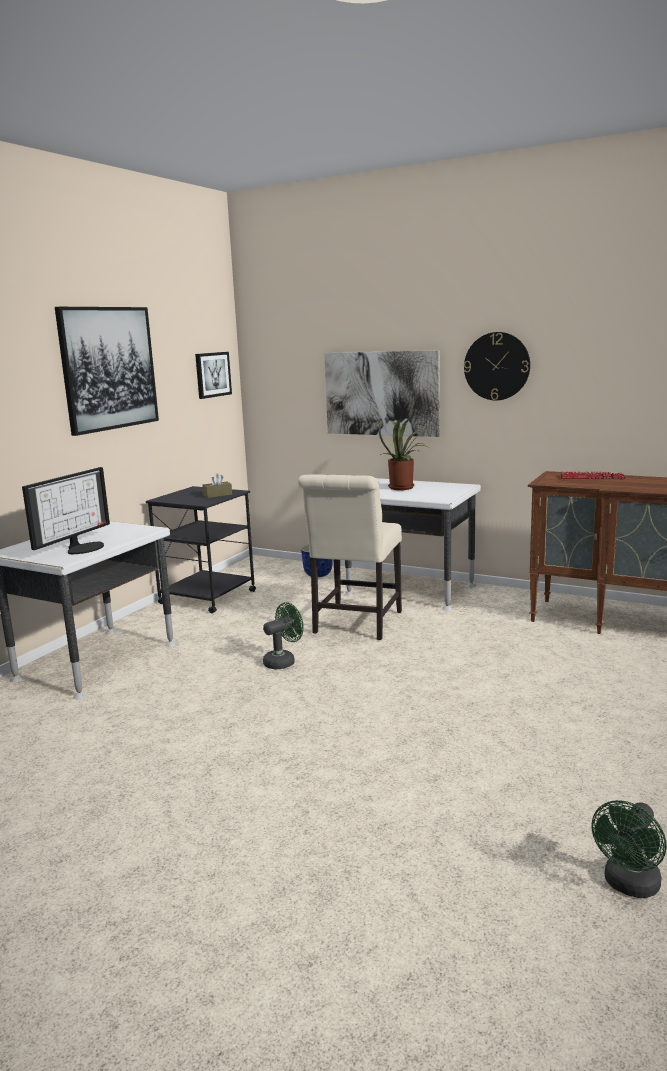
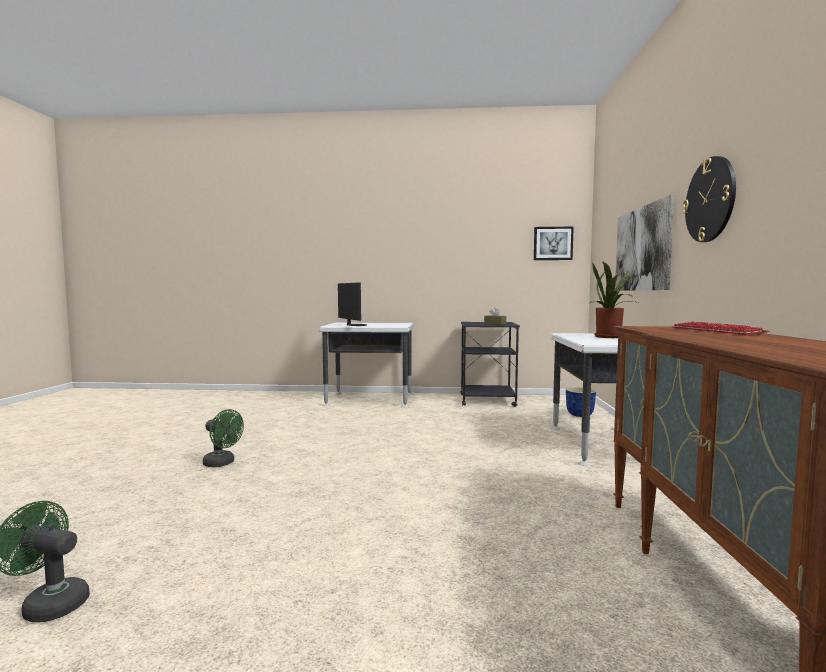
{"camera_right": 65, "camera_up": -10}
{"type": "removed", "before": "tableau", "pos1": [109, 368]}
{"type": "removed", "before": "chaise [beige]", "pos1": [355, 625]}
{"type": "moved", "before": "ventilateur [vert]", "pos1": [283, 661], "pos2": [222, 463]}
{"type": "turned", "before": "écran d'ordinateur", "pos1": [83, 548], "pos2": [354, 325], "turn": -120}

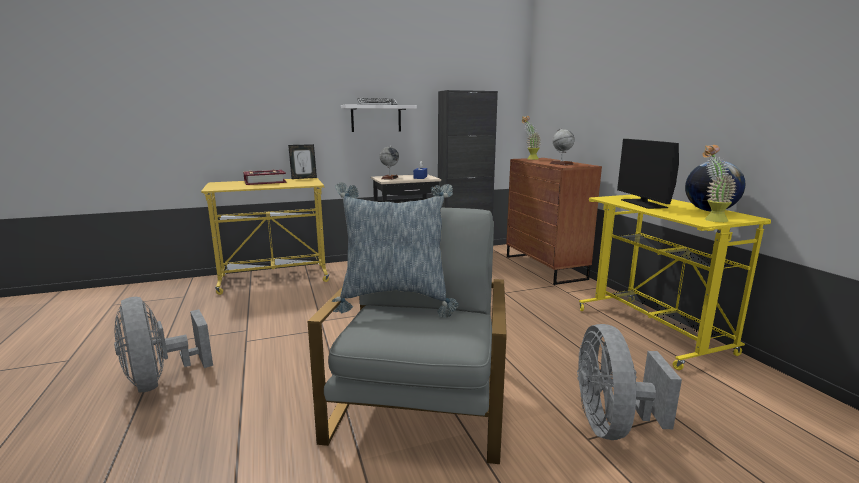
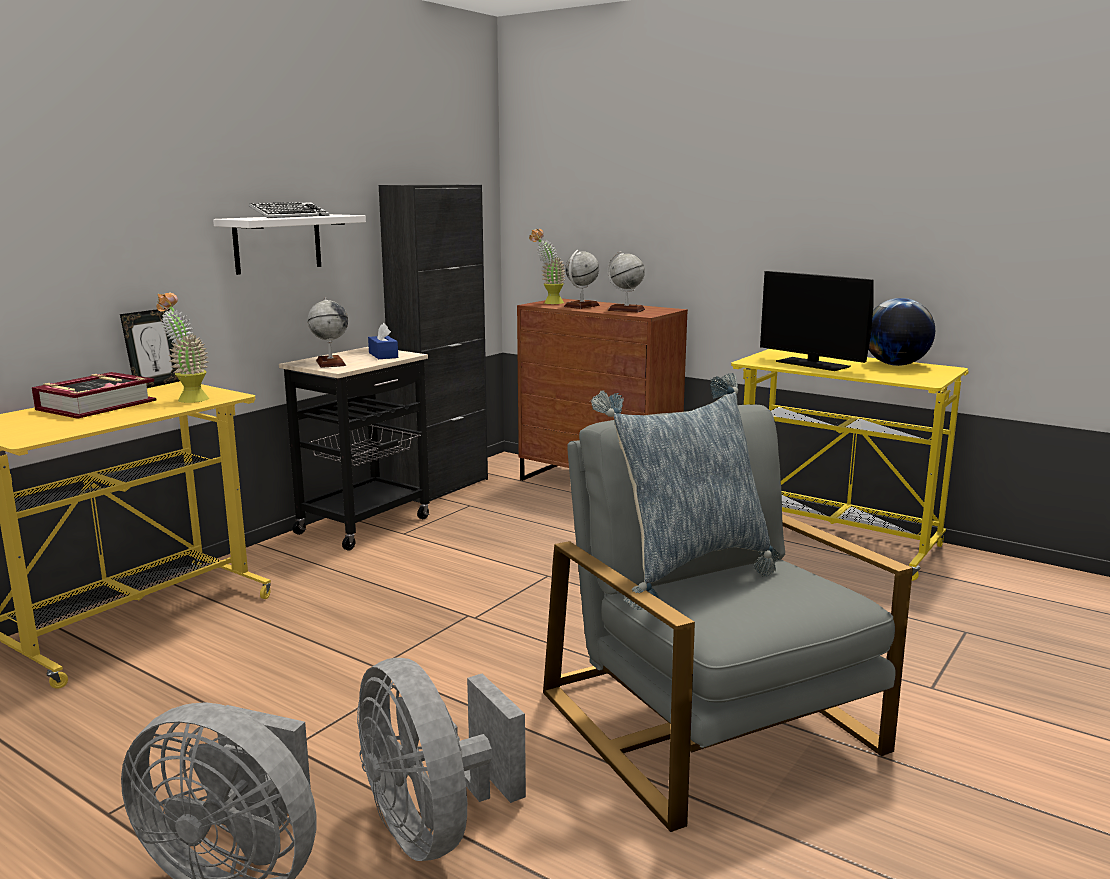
{"camera_right": -35, "camera_up": 0}
{"type": "added", "after": "globe", "pos2": [581, 306]}
{"type": "moved", "before": "ventilateur [gris]", "pos1": [612, 424], "pos2": [433, 827]}
{"type": "moved", "before": "plante en pot", "pos1": [710, 219], "pos2": [187, 399]}

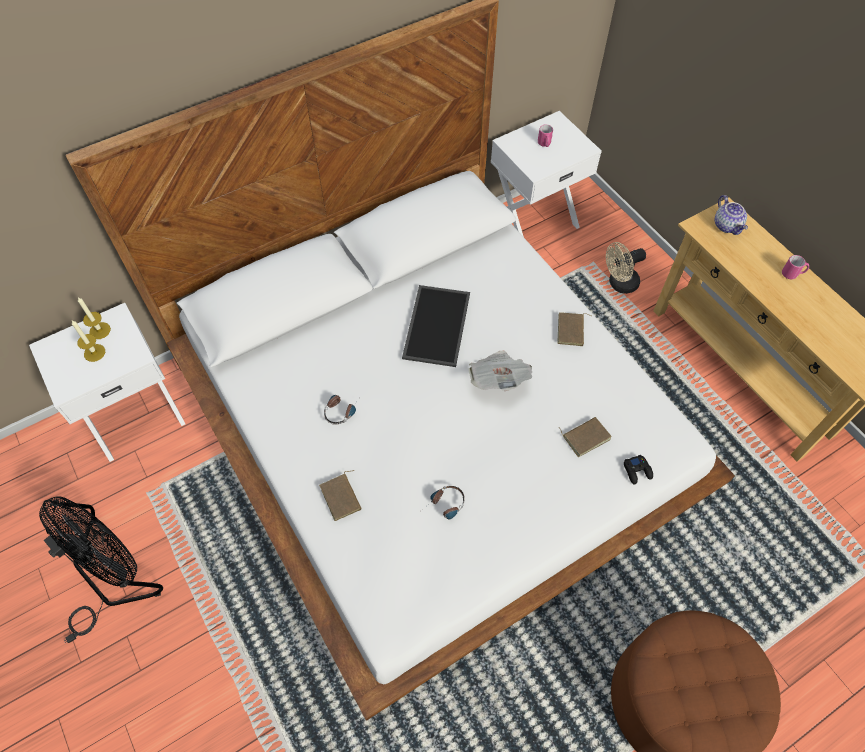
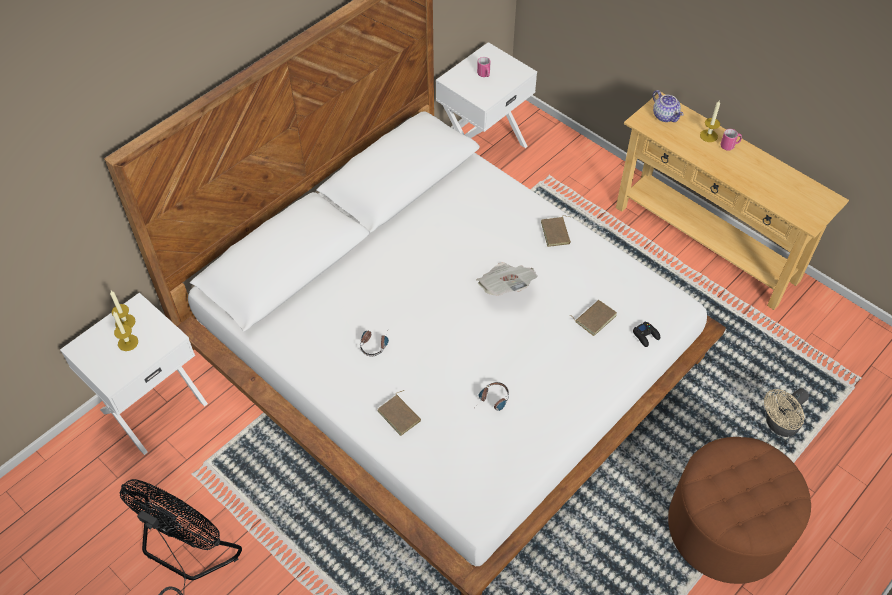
{"camera_right": -15, "camera_up": -5}
{"type": "removed", "before": "plateau", "pos1": [435, 324]}
{"type": "added", "after": "bougie", "pos2": [708, 136]}
{"type": "moved", "before": "ventilateur [beige]", "pos1": [619, 284], "pos2": [779, 426]}

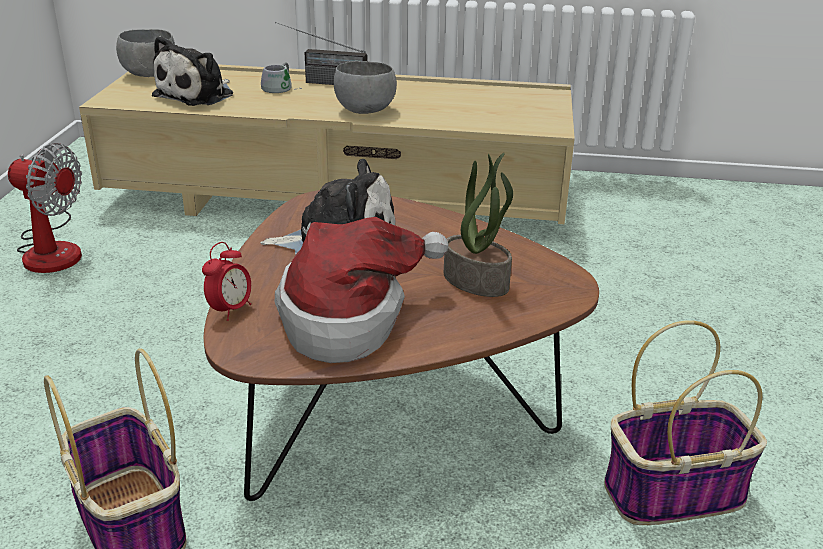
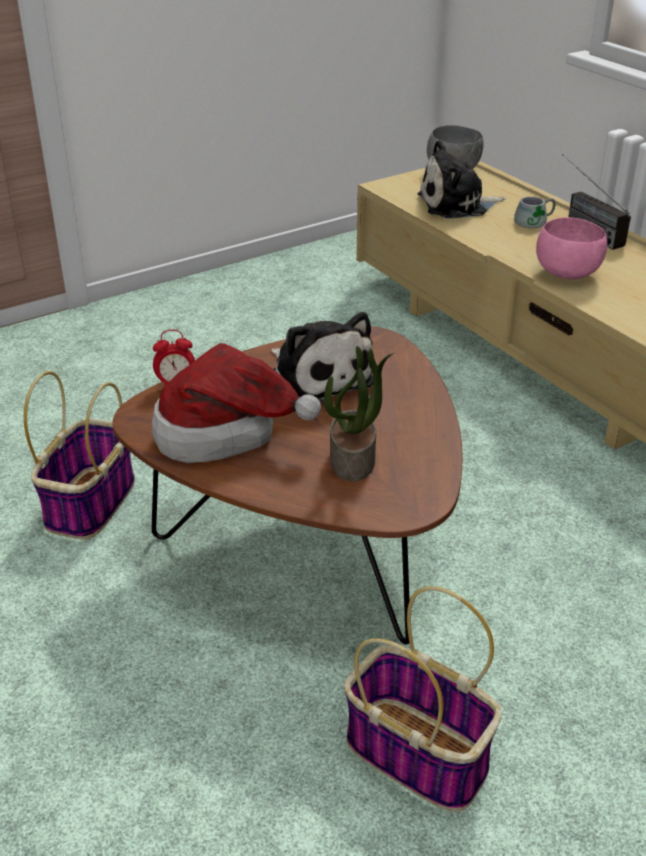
{"camera_right": 50, "camera_up": 5}
{"type": "removed", "before": "ventilateur", "pos1": [52, 249]}
{"type": "recoloured", "before": "bol [gris]", "after": "bol [rose]", "pos1": [363, 111], "pos2": [566, 273]}

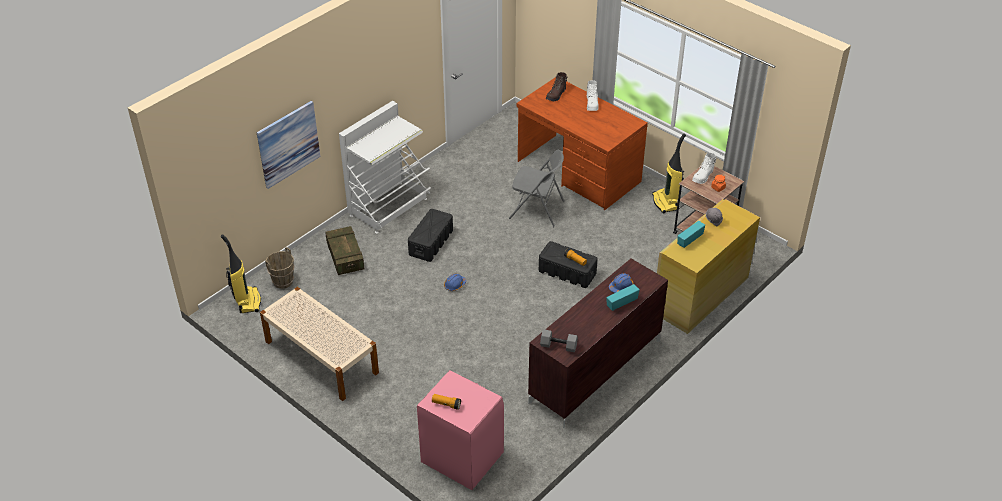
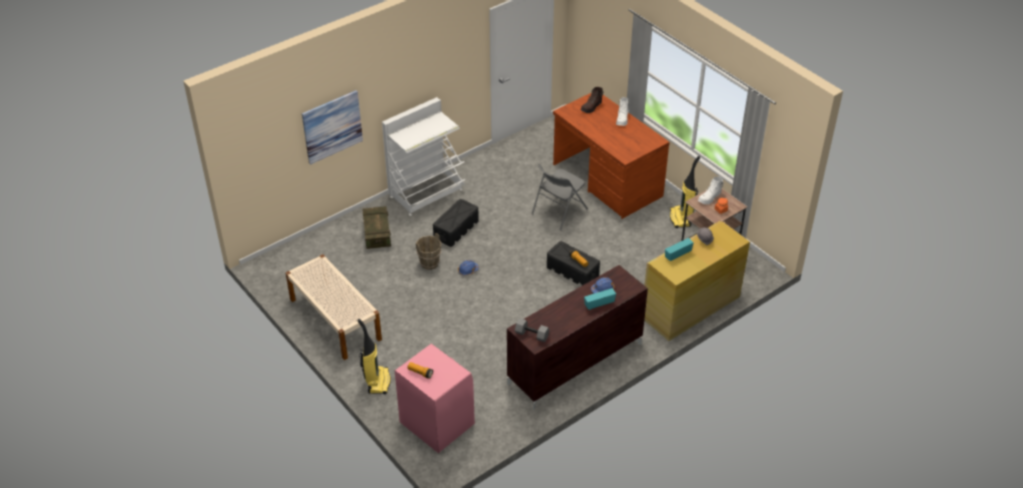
{"camera_right": 10, "camera_up": 0}
{"type": "moved", "before": "aspirateur", "pos1": [247, 301], "pos2": [377, 381]}
{"type": "moved", "before": "seau [marron]", "pos1": [283, 282], "pos2": [429, 263]}
{"type": "turned", "before": "chaise [gris]", "pos1": [536, 210], "pos2": [559, 211], "turn": 105}

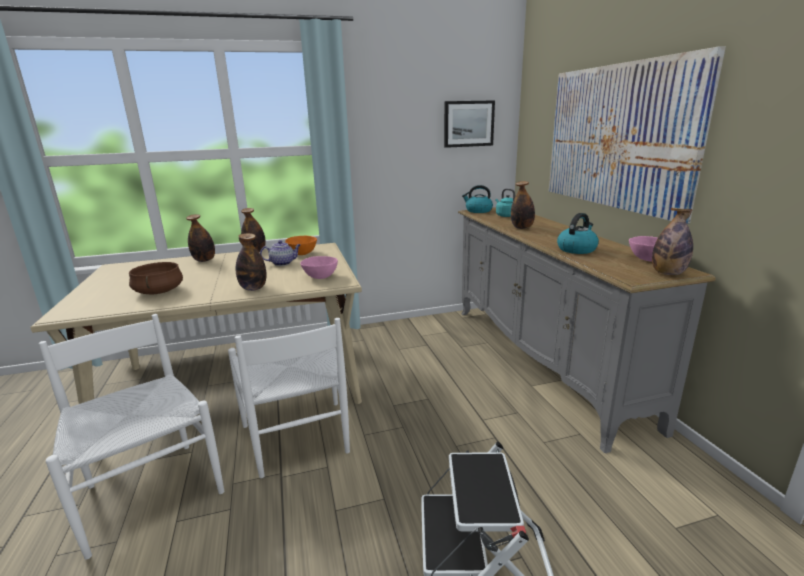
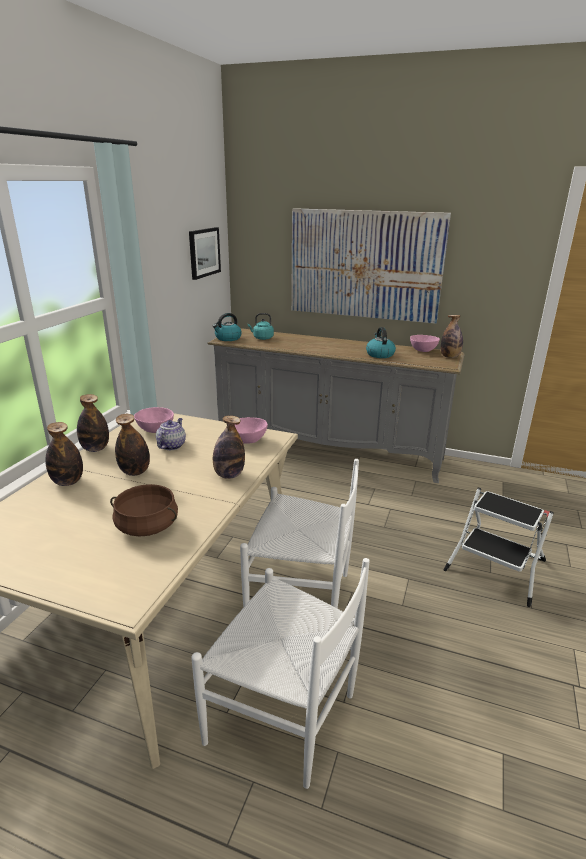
{"camera_right": -55, "camera_up": 5}
{"type": "moved", "before": "bouteille", "pos1": [522, 228], "pos2": [135, 472]}
{"type": "recoloured", "before": "bol [orange]", "after": "bol [rose]", "pos1": [302, 253], "pos2": [155, 430]}
{"type": "turned", "before": "chaise [blanc]", "pos1": [150, 491], "pos2": [284, 715], "turn": -150}

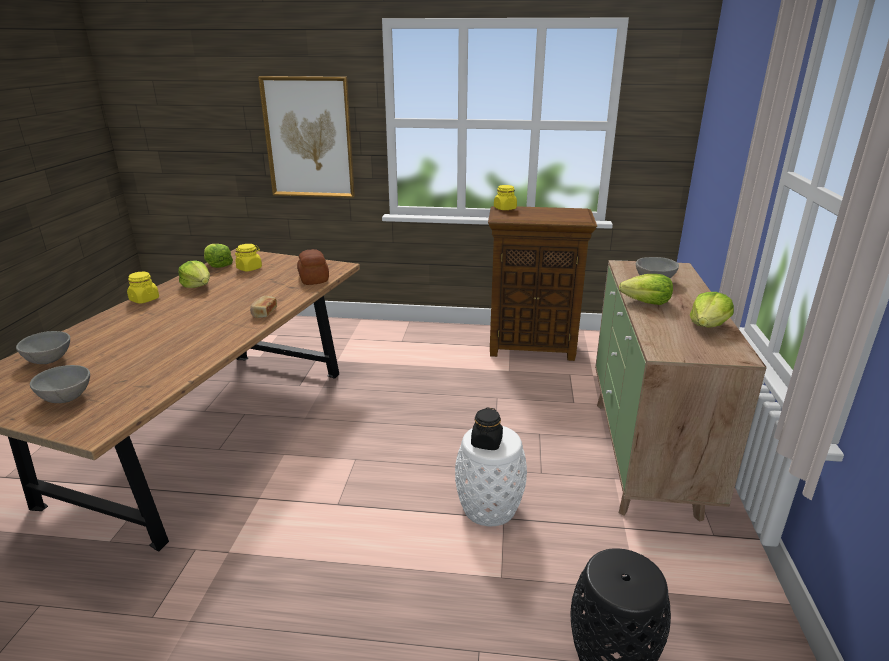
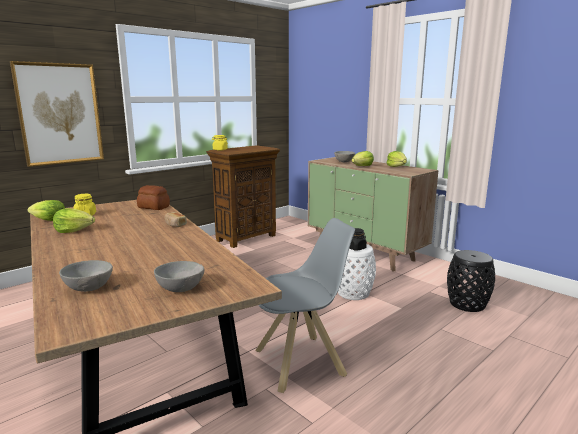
{"camera_right": -50, "camera_up": -10}
{"type": "removed", "before": "bocal [jaune]", "pos1": [144, 299]}
{"type": "added", "after": "chaise [gris]", "pos2": [302, 361]}

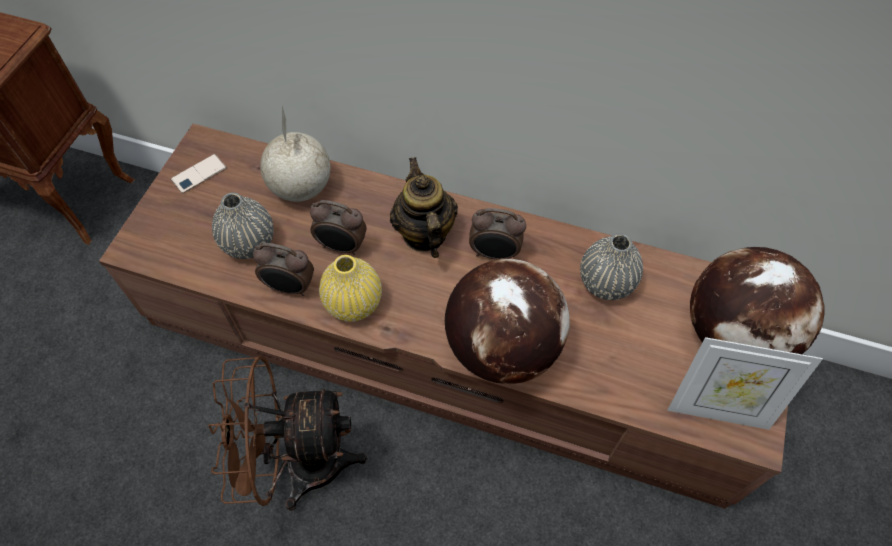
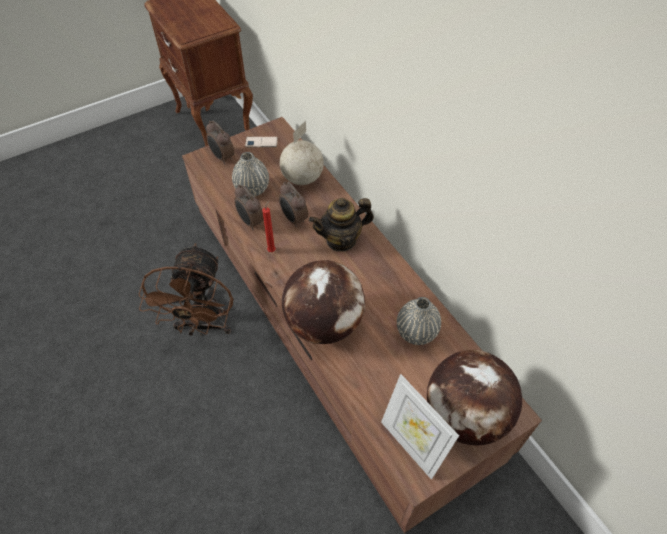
{"camera_right": 40, "camera_up": -5}
{"type": "moved", "before": "réveil", "pos1": [494, 254], "pos2": [222, 157]}
{"type": "replaced", "before": "vase [jaune]", "after": "bougie [rouge]", "pos1": [353, 303], "pos2": [272, 250]}
{"type": "turned", "before": "ventilateur [marron]", "pos1": [299, 464], "pos2": [203, 325], "turn": -120}
{"type": "turned", "before": "théière", "pos1": [424, 234], "pos2": [341, 240], "turn": -135}

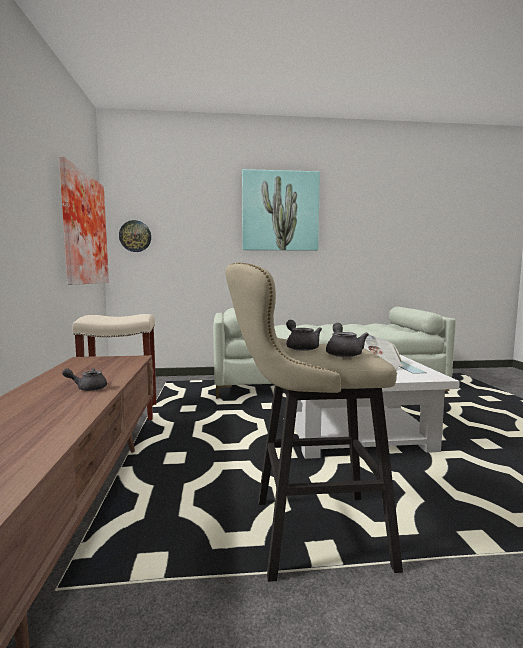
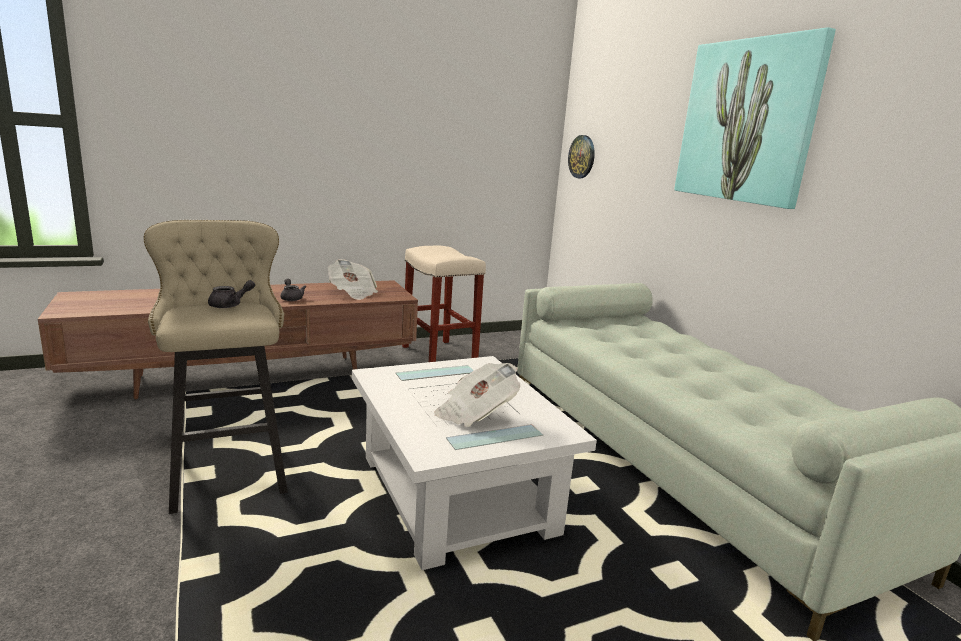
{"camera_right": 70, "camera_up": 10}
{"type": "removed", "before": "tableau", "pos1": [81, 229]}
{"type": "removed", "before": "théière [gris]", "pos1": [343, 353]}
{"type": "added", "after": "journal", "pos2": [352, 293]}

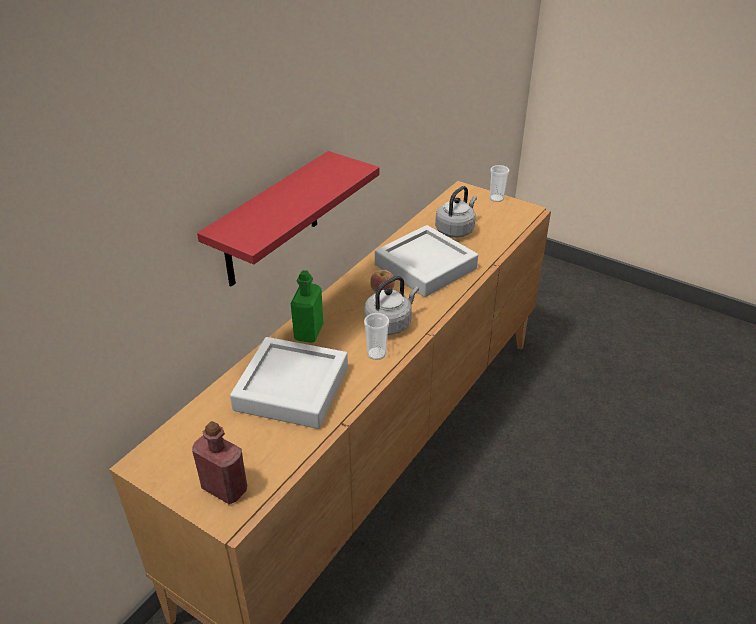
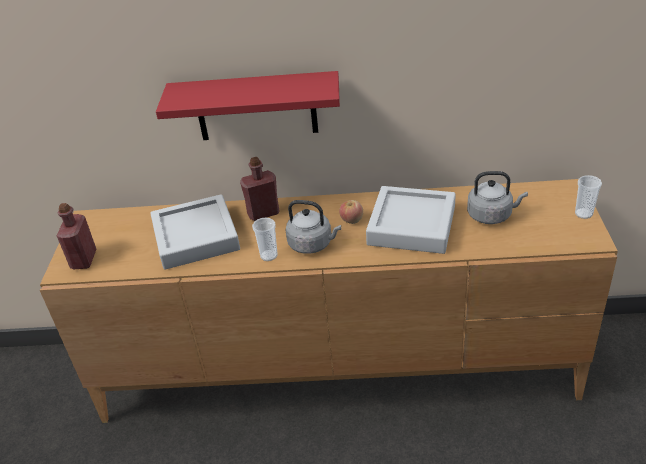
{"camera_right": 60, "camera_up": 0}
{"type": "recoloured", "before": "bouteille [vert]", "after": "bouteille [rouge]", "pos1": [309, 332], "pos2": [263, 213]}

